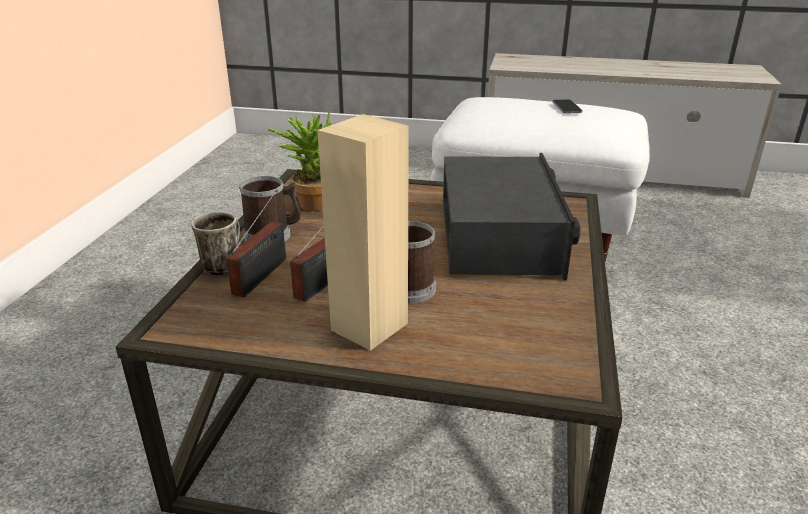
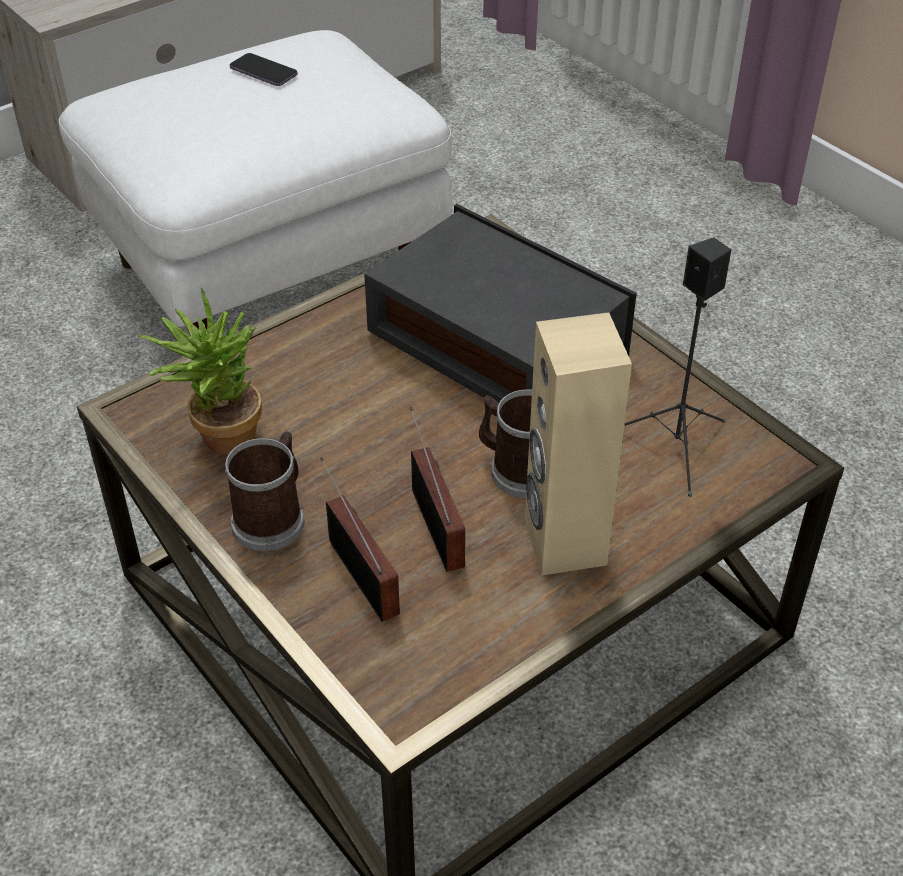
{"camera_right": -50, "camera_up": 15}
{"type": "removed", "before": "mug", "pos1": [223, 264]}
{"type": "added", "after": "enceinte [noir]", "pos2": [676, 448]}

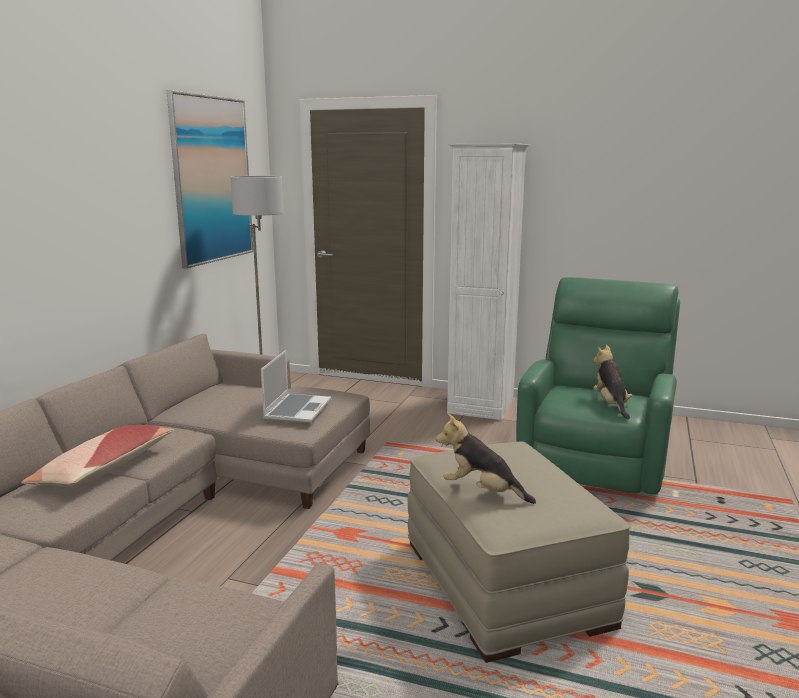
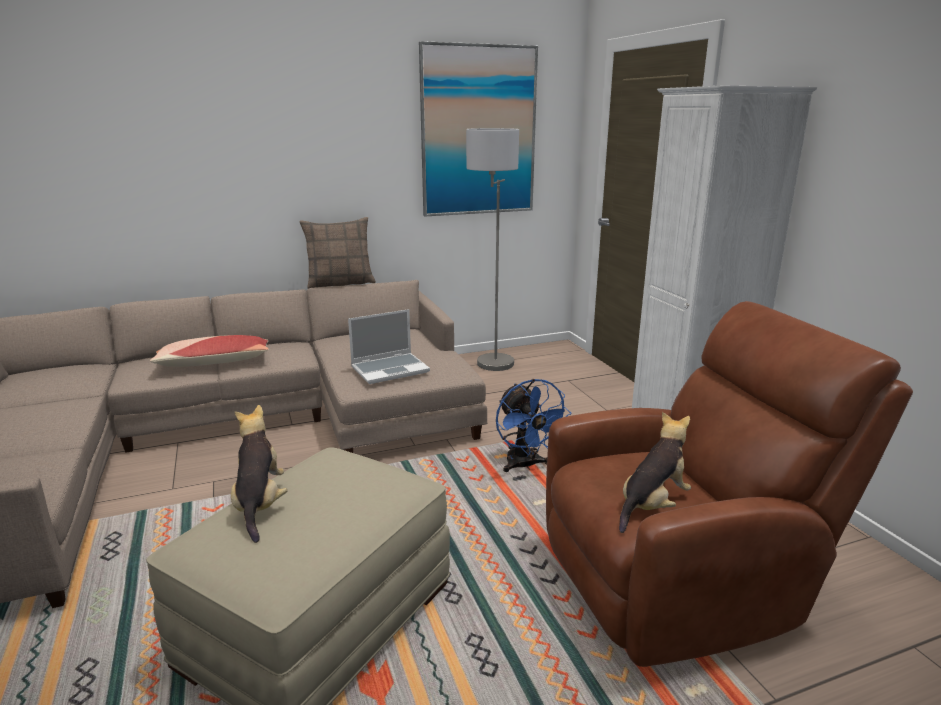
{"camera_right": 50, "camera_up": 5}
{"type": "added", "after": "coussin", "pos2": [340, 283]}
{"type": "added", "after": "ventilateur [bleu]", "pos2": [525, 465]}
{"type": "recoloured", "before": "fauteuil [vert]", "after": "fauteuil [marron]", "pos1": [595, 461], "pos2": [681, 581]}

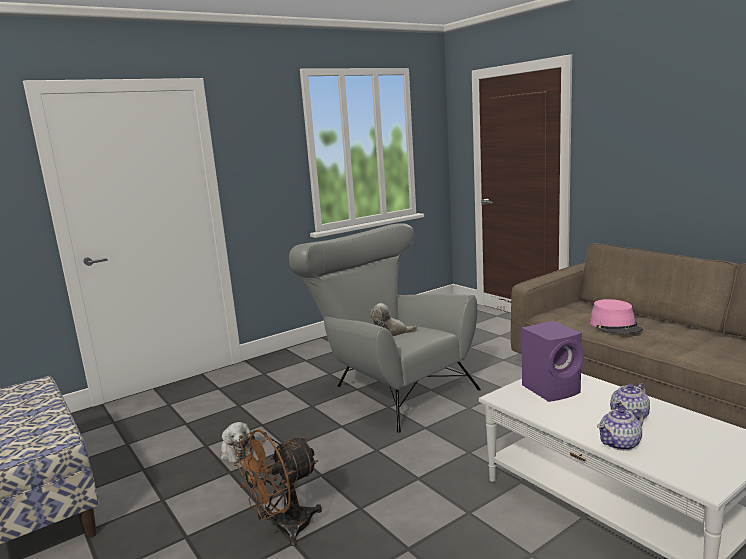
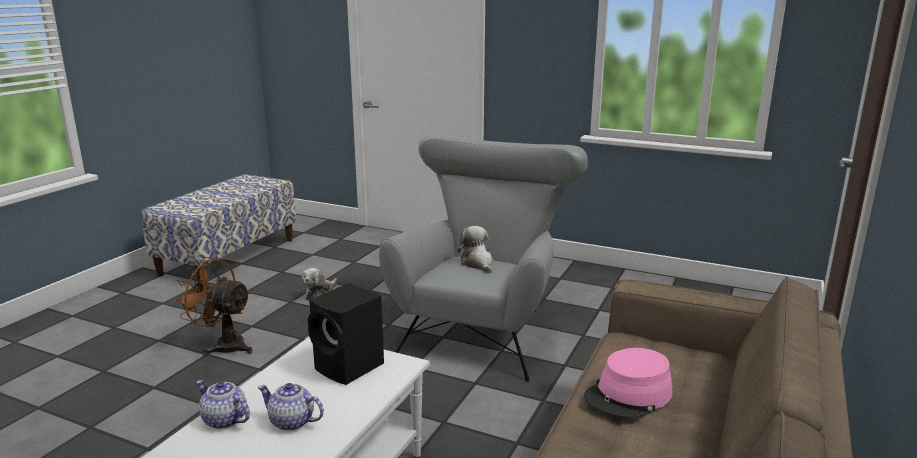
{"camera_right": 60, "camera_up": 5}
{"type": "recoloured", "before": "enceinte [violet]", "after": "enceinte [noir]", "pos1": [552, 389], "pos2": [350, 367]}

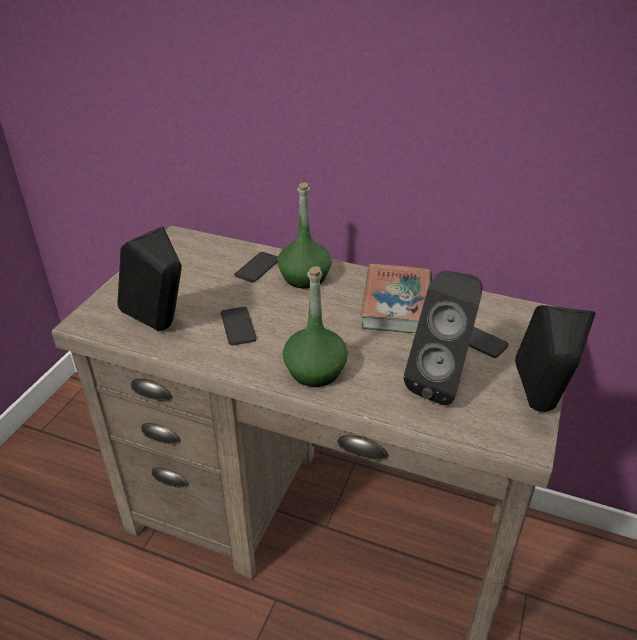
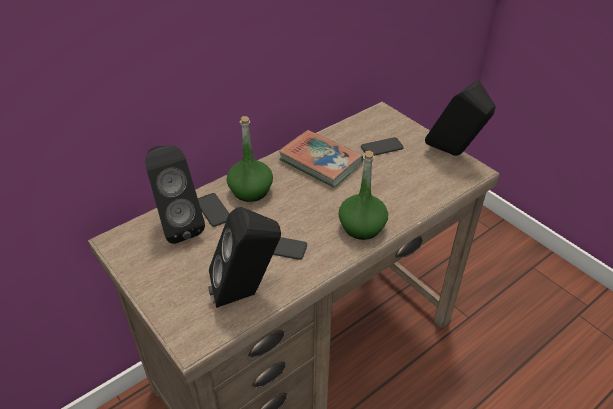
{"camera_right": -60, "camera_up": 5}
{"type": "moved", "before": "enceinte [noir]", "pos1": [442, 381], "pos2": [178, 225]}

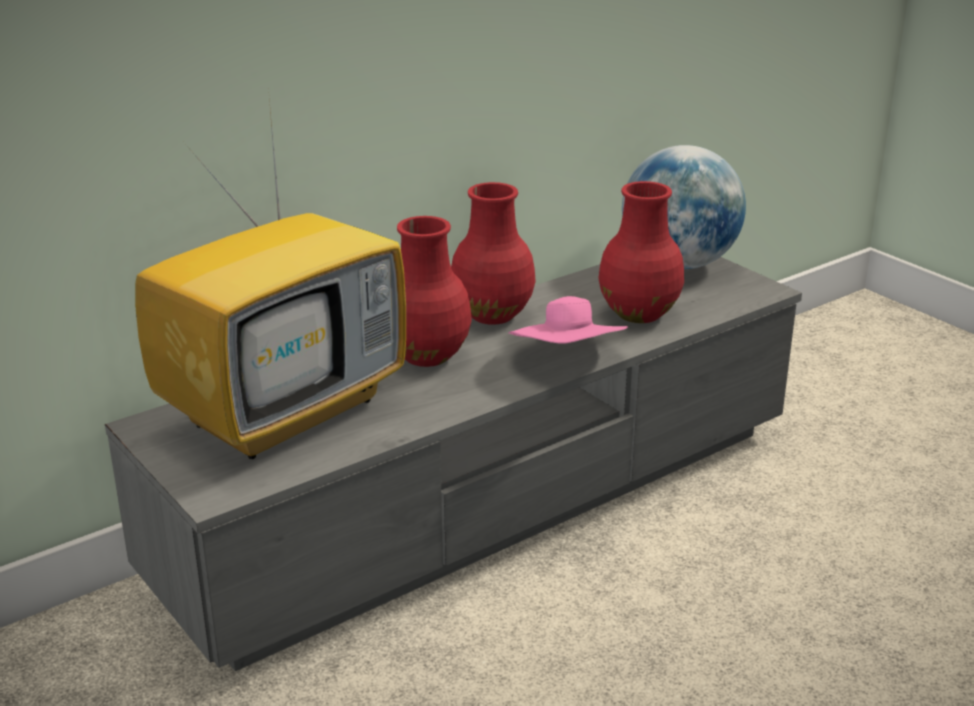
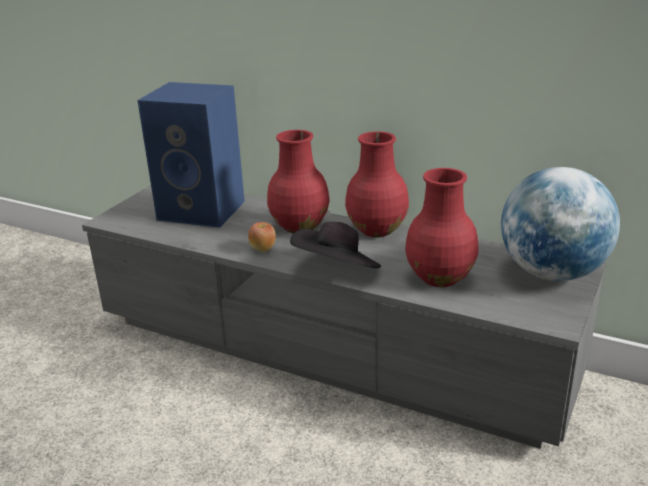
{"camera_right": 65, "camera_up": 0}
{"type": "added", "after": "pomme", "pos2": [263, 249]}
{"type": "replaced", "before": "téléviseur", "after": "enceinte [bleu]", "pos1": [285, 409], "pos2": [204, 210]}
{"type": "recoloured", "before": "chapeau [rose]", "after": "chapeau [noir]", "pos1": [568, 360], "pos2": [337, 270]}

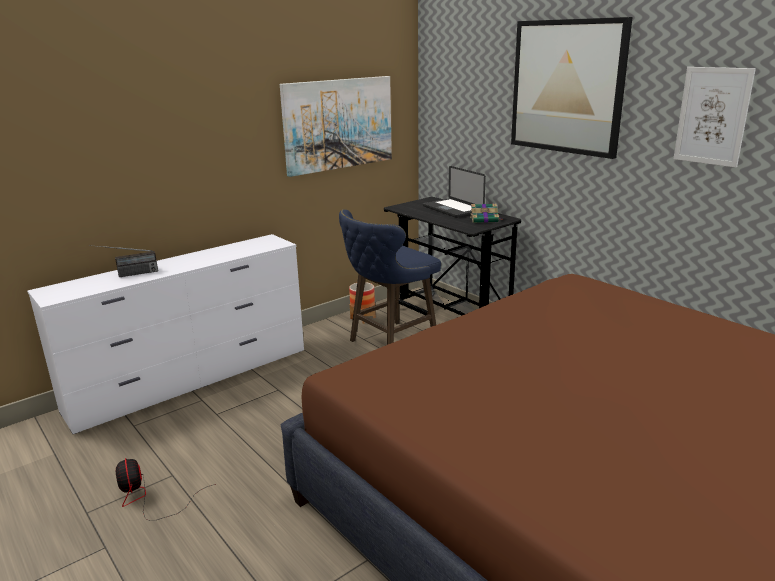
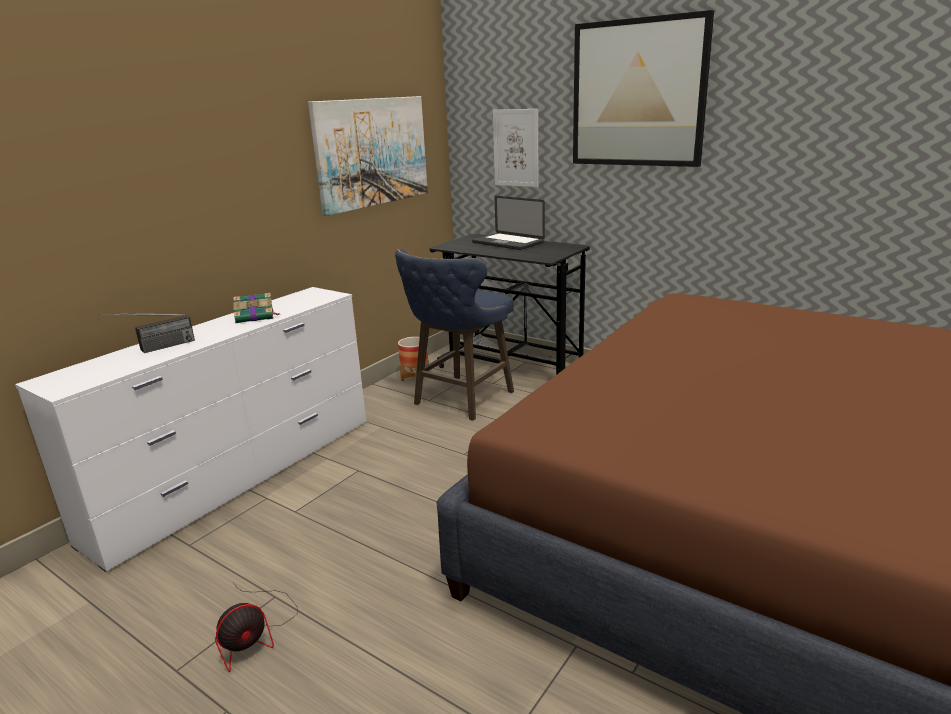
{"camera_right": -15, "camera_up": 0}
{"type": "moved", "before": "livre", "pos1": [485, 220], "pos2": [256, 317]}
{"type": "moved", "before": "tableau", "pos1": [712, 116], "pos2": [516, 148]}
{"type": "turned", "before": "ventilateur", "pos1": [147, 498], "pos2": [255, 633], "turn": -90}

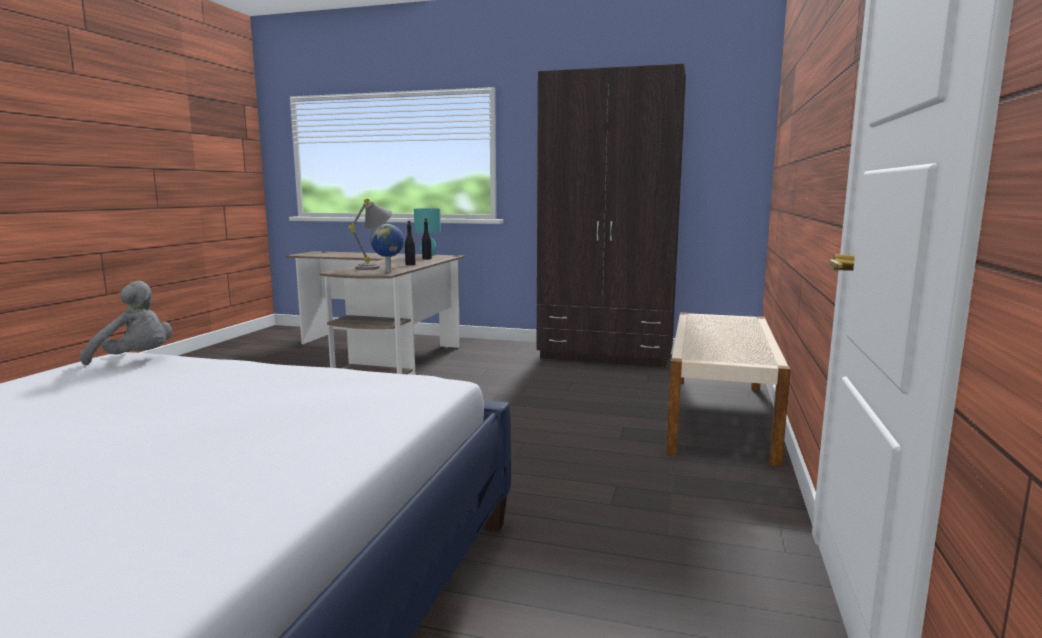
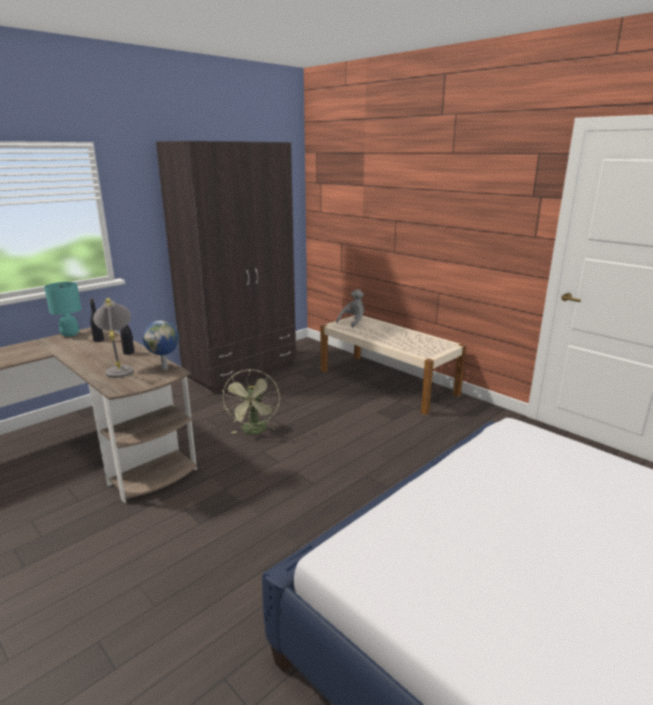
{"camera_right": -60, "camera_up": 10}
{"type": "added", "after": "ventilateur [vert]", "pos2": [254, 431]}
{"type": "moved", "before": "peluche [gris]", "pos1": [136, 360], "pos2": [353, 322]}

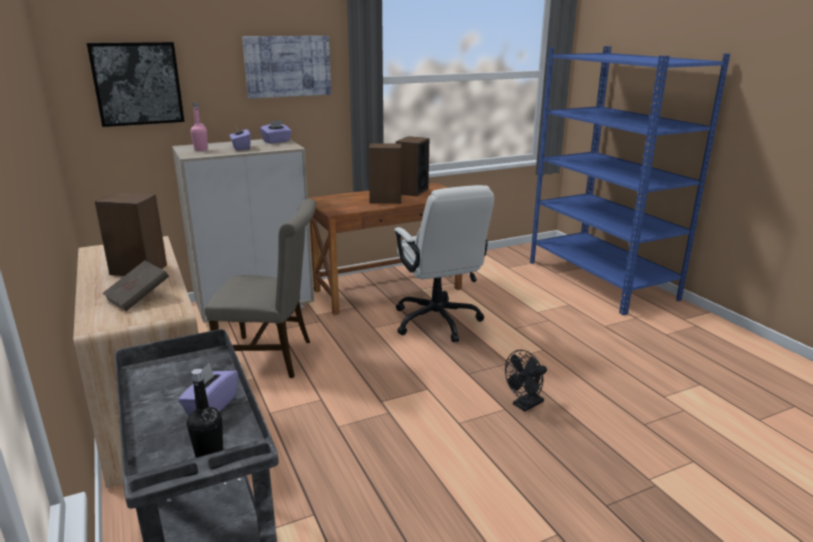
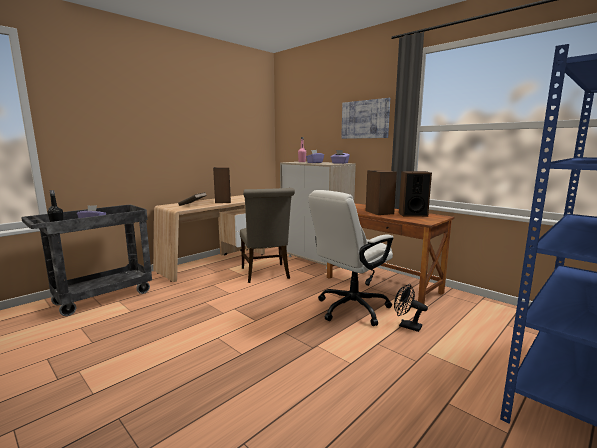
{"camera_right": 70, "camera_up": -10}
{"type": "removed", "before": "tableau", "pos1": [137, 84]}
{"type": "moved", "before": "ventilateur [noir]", "pos1": [525, 405], "pos2": [406, 326]}

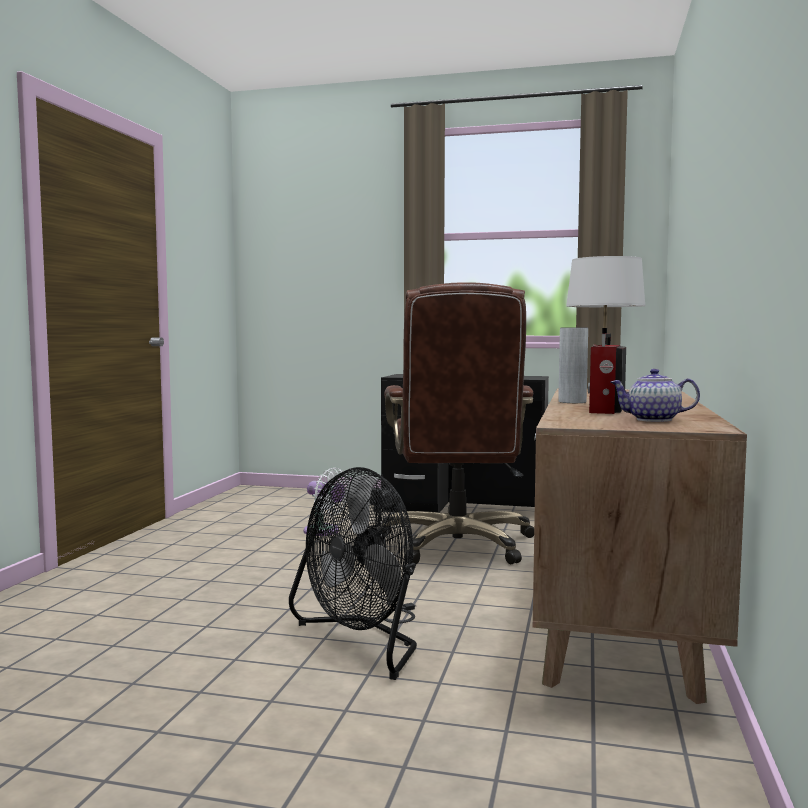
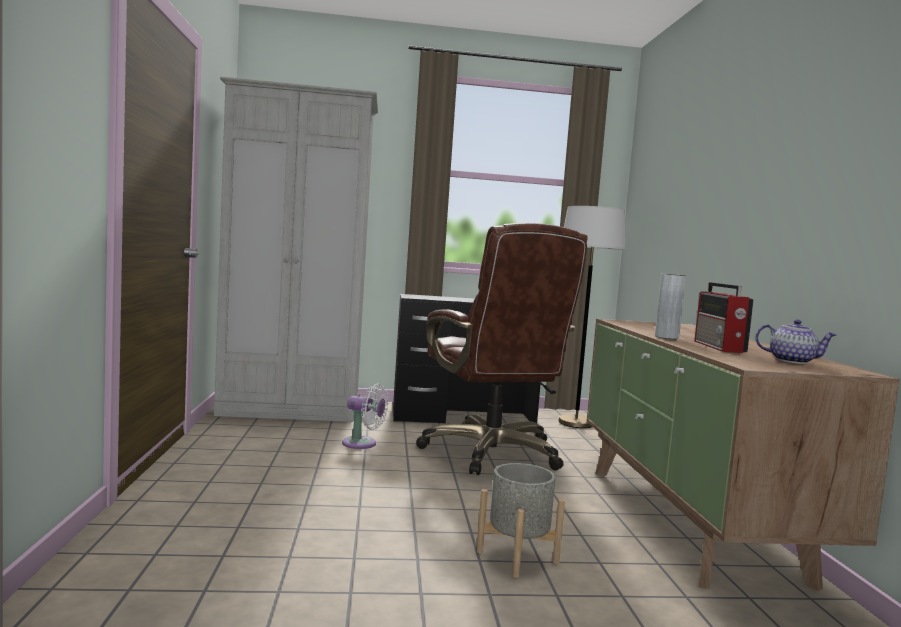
{"camera_right": -20, "camera_up": 0}
{"type": "added", "after": "armoire [blanc]", "pos2": [290, 409]}
{"type": "replaced", "before": "ventilateur [noir]", "after": "cache-pot [gris]", "pos1": [367, 638], "pos2": [517, 556]}
{"type": "turned", "before": "théière", "pos1": [653, 420], "pos2": [792, 361], "turn": -150}

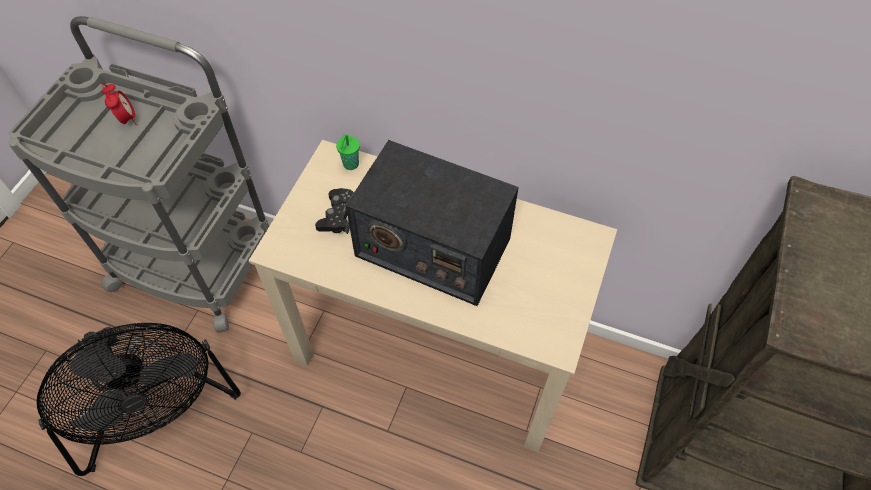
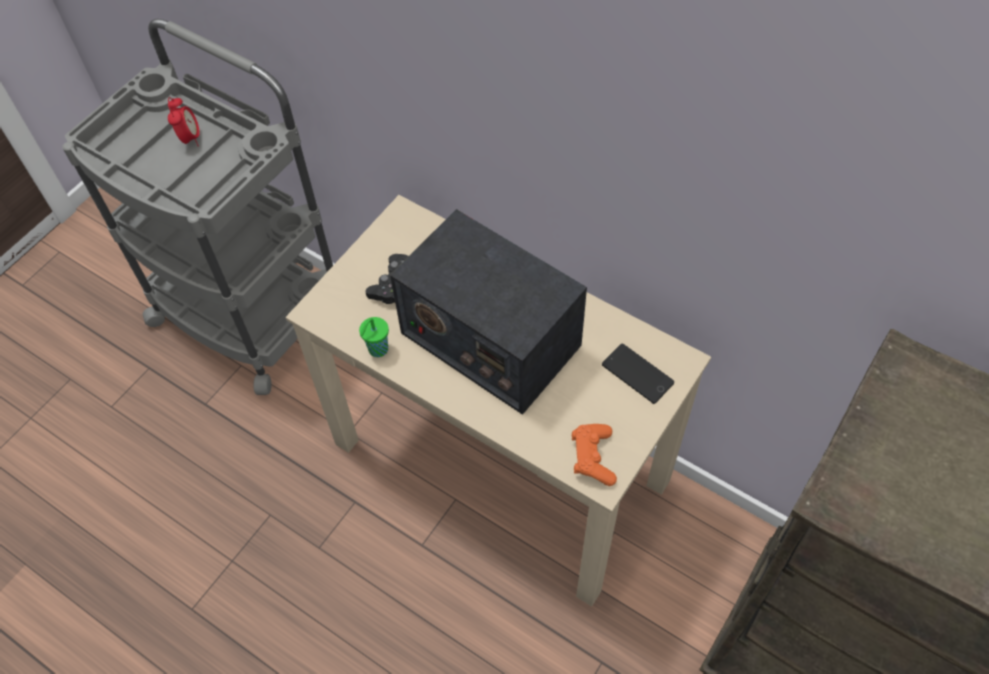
{"camera_right": 15, "camera_up": 0}
{"type": "removed", "before": "ventilateur [noir]", "pos1": [150, 408]}
{"type": "added", "after": "manette [orange]", "pos2": [592, 458]}
{"type": "added", "after": "téléphone", "pos2": [637, 374]}
{"type": "moved", "before": "tasse [vert]", "pos1": [350, 165], "pos2": [377, 350]}

